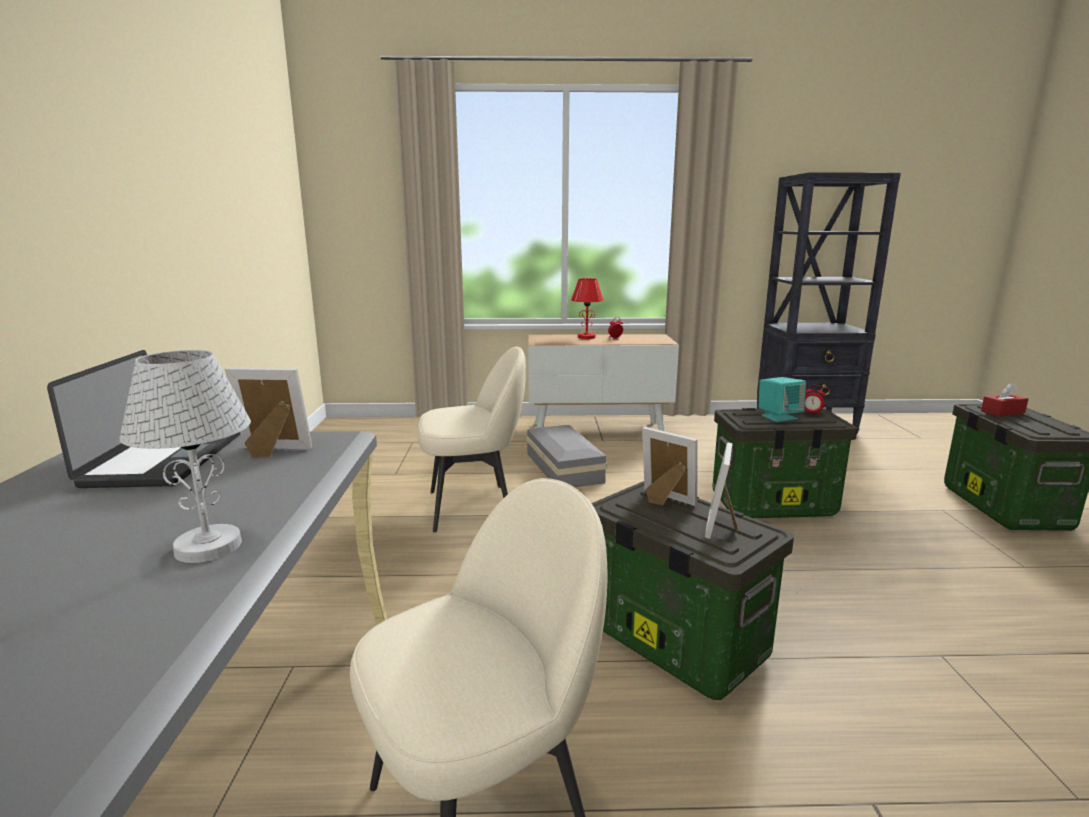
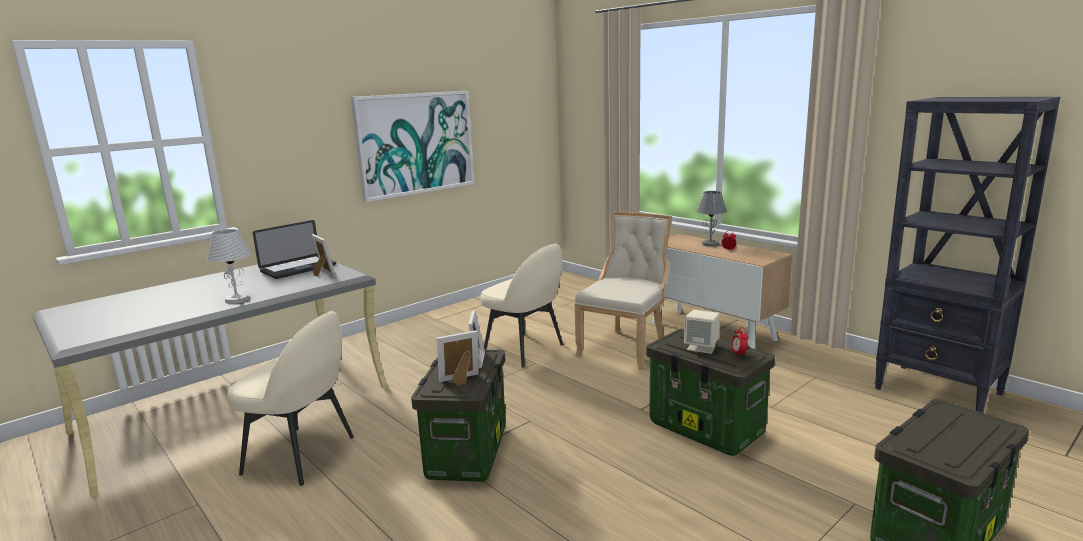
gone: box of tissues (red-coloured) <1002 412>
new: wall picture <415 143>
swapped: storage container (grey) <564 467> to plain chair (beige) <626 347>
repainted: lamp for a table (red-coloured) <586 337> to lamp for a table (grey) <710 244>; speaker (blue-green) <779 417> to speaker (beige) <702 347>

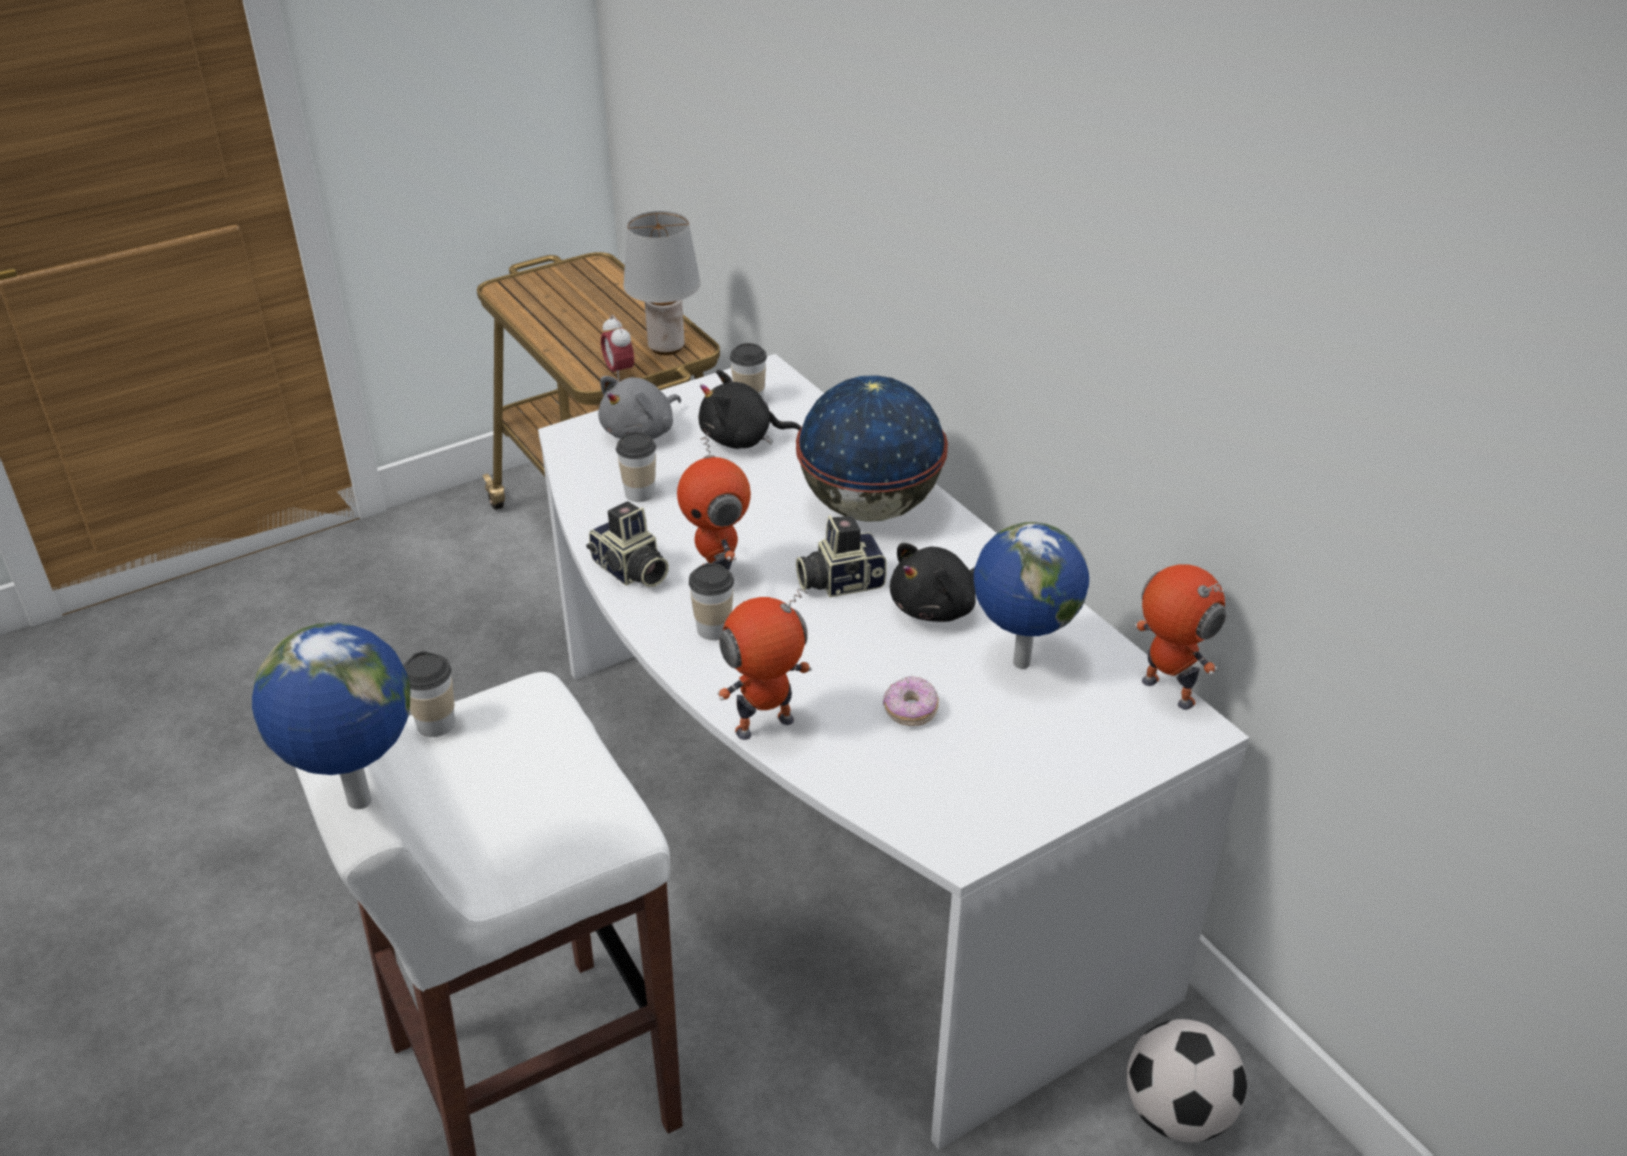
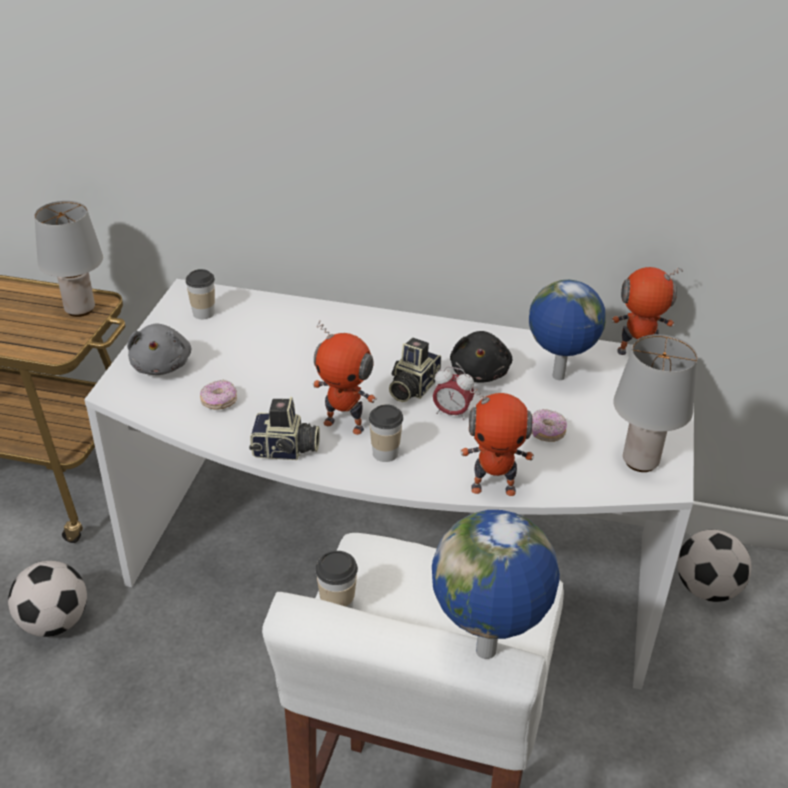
gone: cuddly toy (black) <742 439>; globe <868 508>
new: ball for football <55 622>; lamp for a table (grey) <639 461>
shifted: table clock <619 372> to <451 413>
swapped: cup <639 493> to ring doughnut <219 402>
rotated: toy robot <765 728> = <493 487> 105 degrees counterclockwise

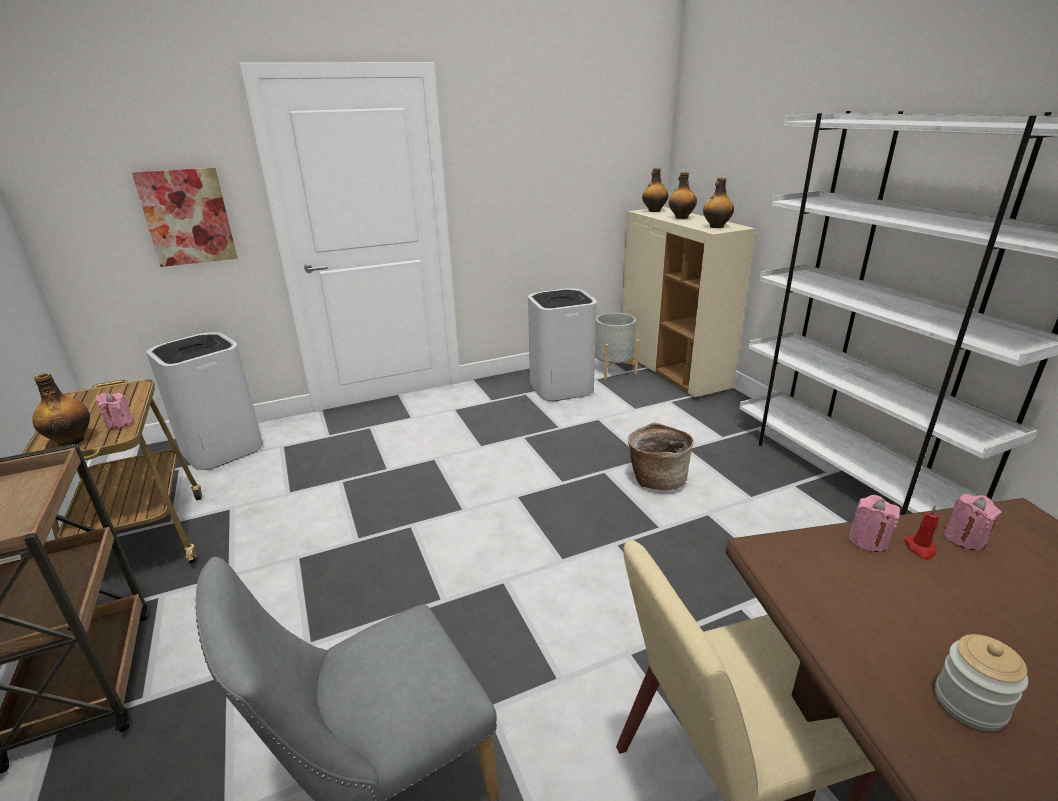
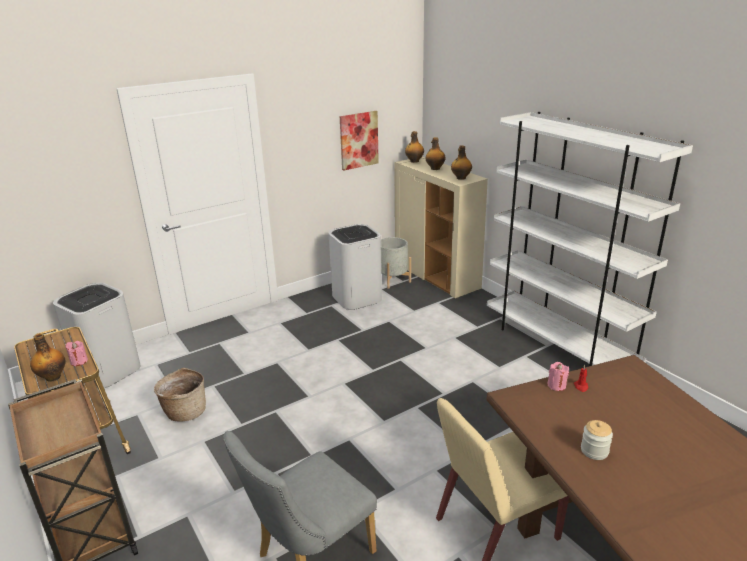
gone: candle (pink) <964 538>
shifted: wall picture <187 217> to <358 140>; basket <656 479> to <185 411>

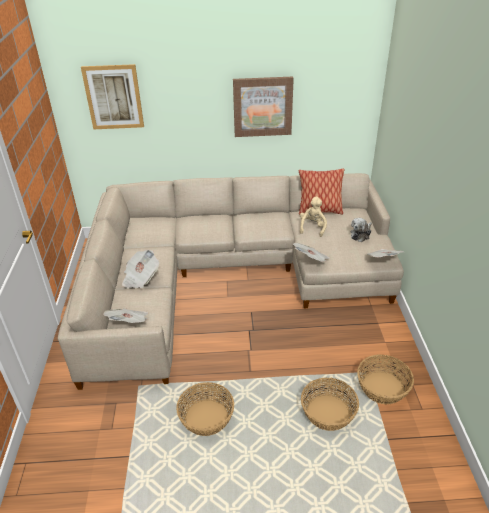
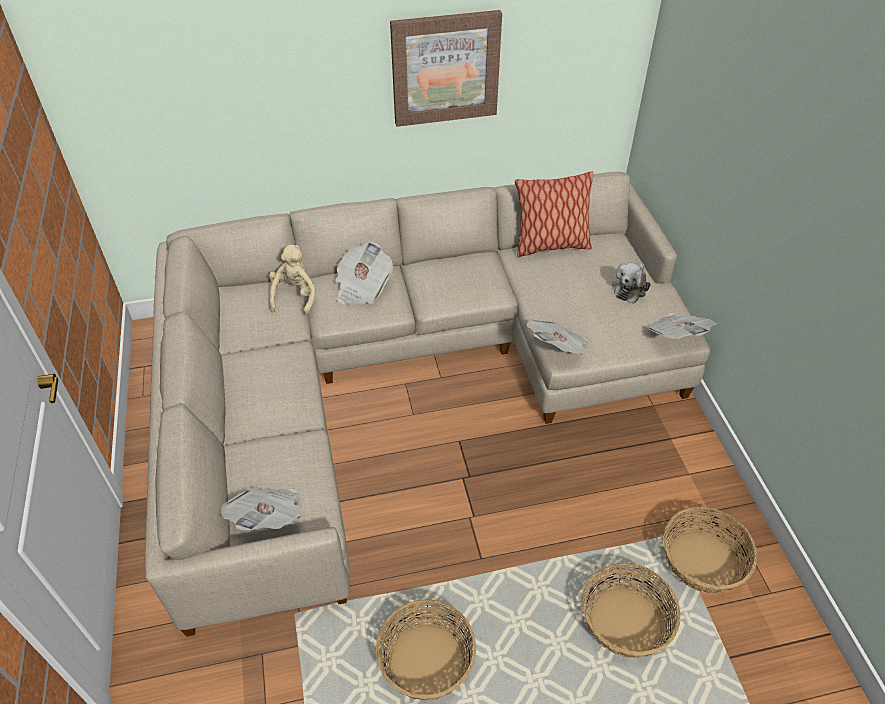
gone: wall picture <113 97>
shifted: printed paper <140 278> to <362 287>; cuddly toy (beige) <312 227> to <294 296>

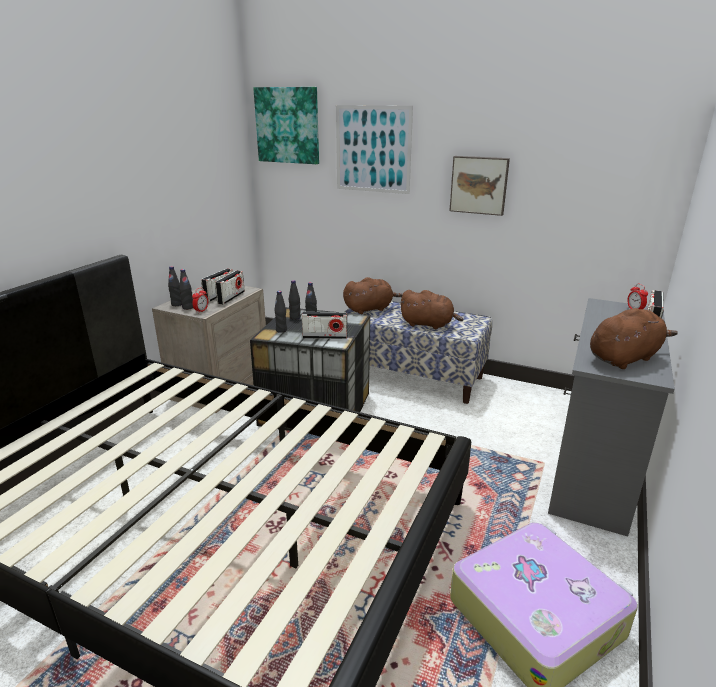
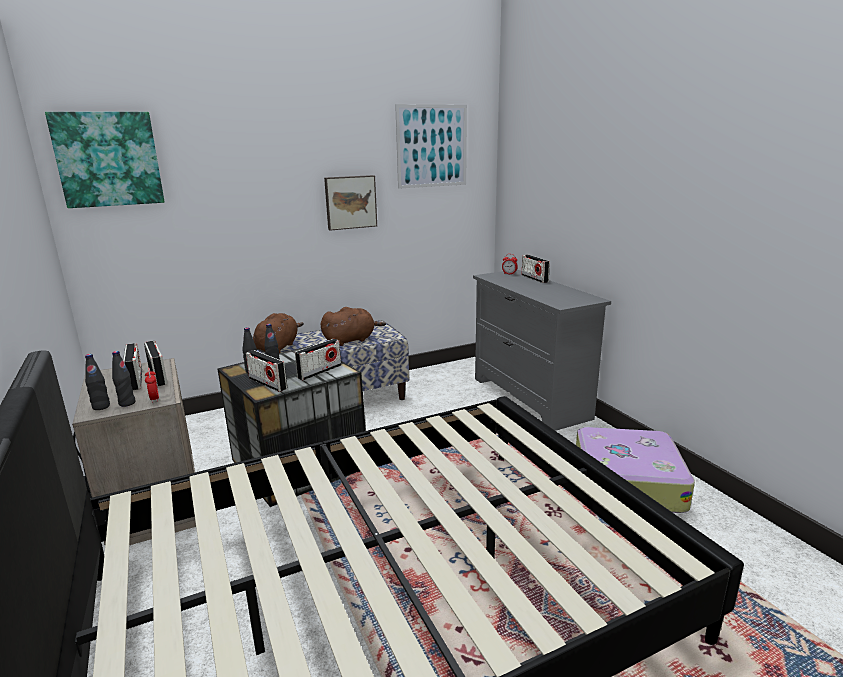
gone: cuddly toy (brown) <624 358>
shifted: wall picture <373 149> to <432 146>
swapped: bottle (black) <281 330> to radio set <268 383>

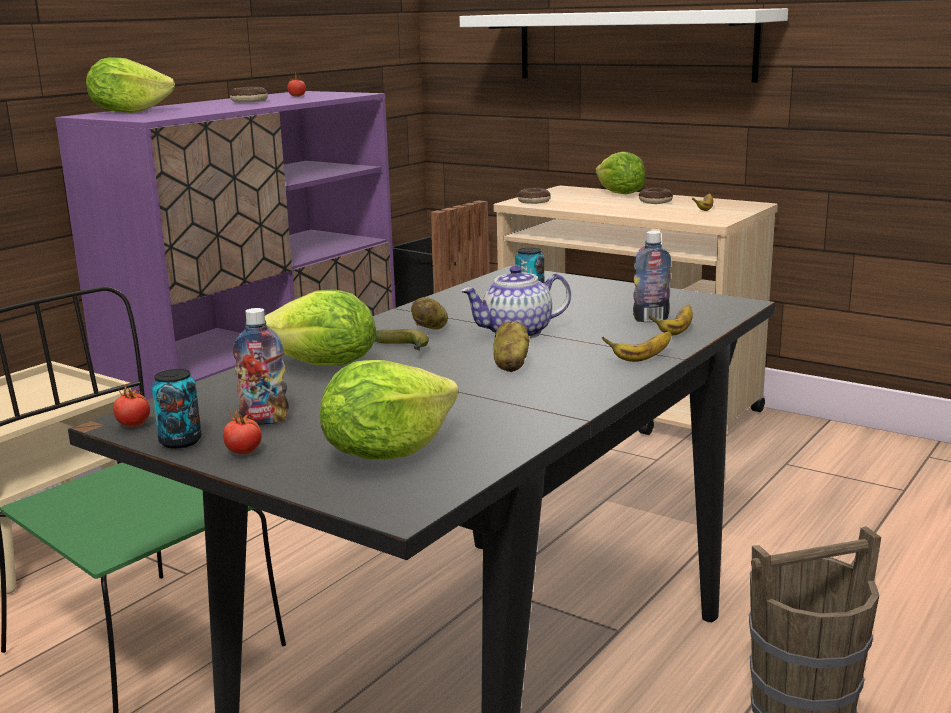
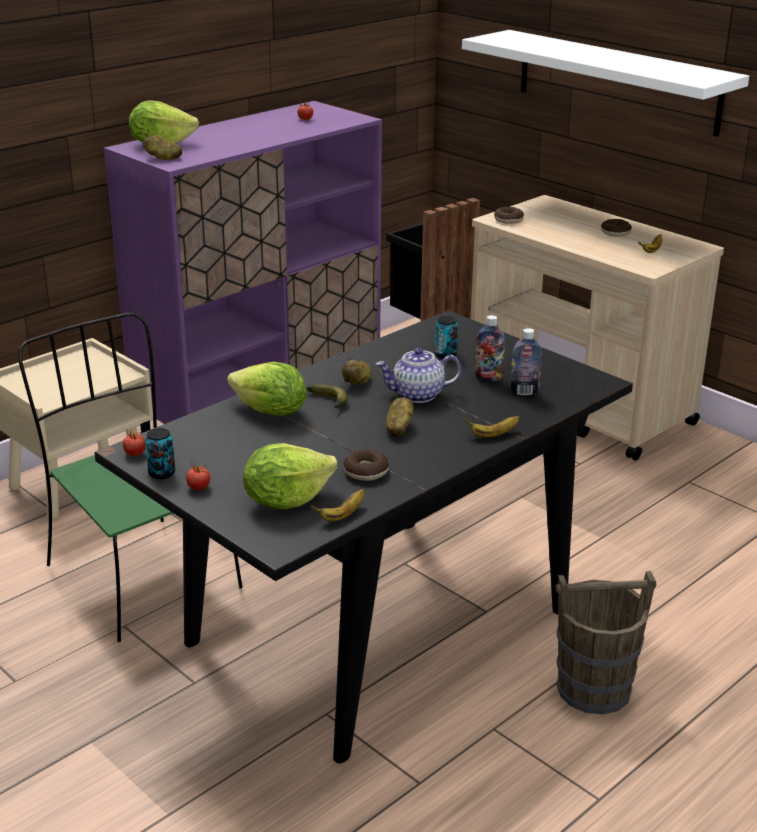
gone: lettuce head <619 194>
new: potato <162 158>
shifted: ring doughnut <249 101> to <366 472>; bottle <264 420> to <488 378>; banana fruit <676 332> to <342 515>

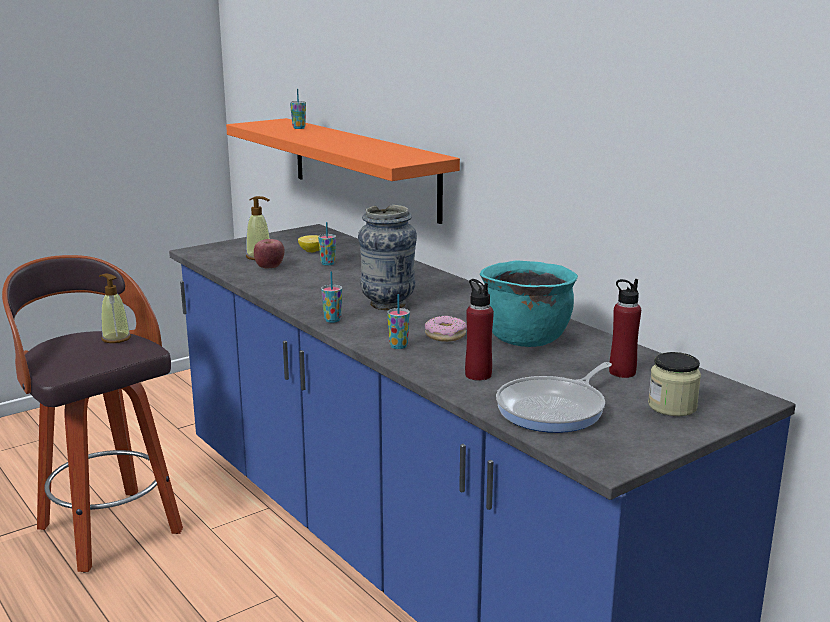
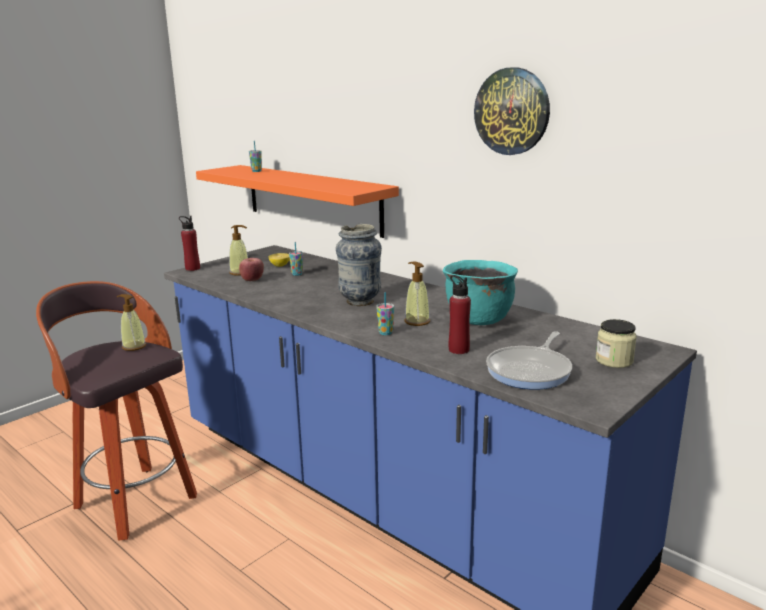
gone: cup <332 320>
new: clock on the wall <512 111>
shifted: bottle (red-coloured) <622 372> to <192 268>
swapped: ring doughnut <445 335> to liquid soap bottle <417 321>

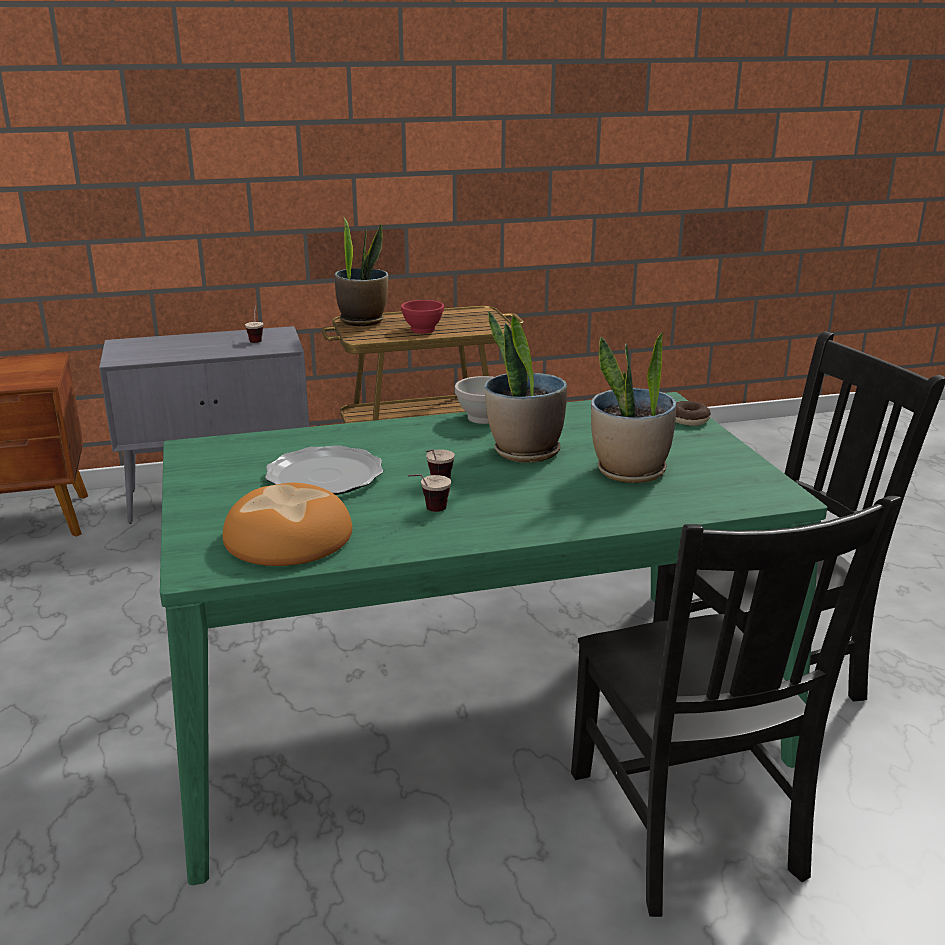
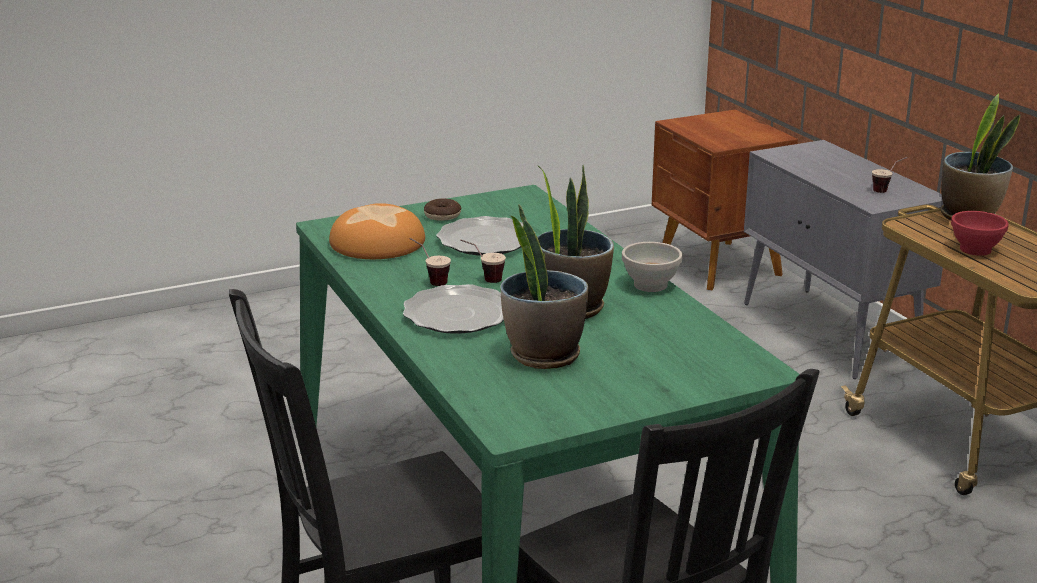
new: flat dish <458 314>
shifted: ring doughnut <688 420> to <442 216>

